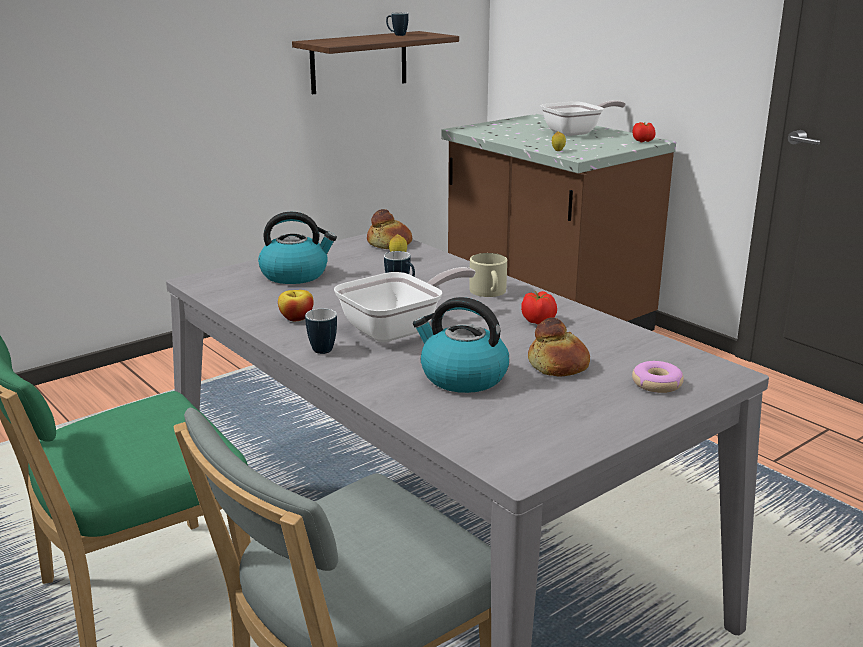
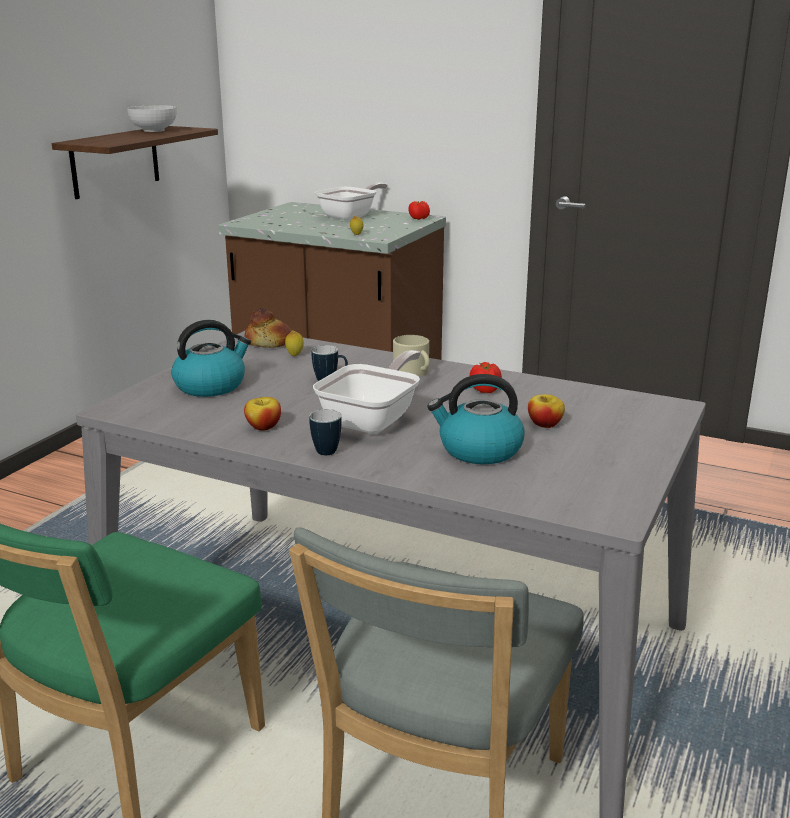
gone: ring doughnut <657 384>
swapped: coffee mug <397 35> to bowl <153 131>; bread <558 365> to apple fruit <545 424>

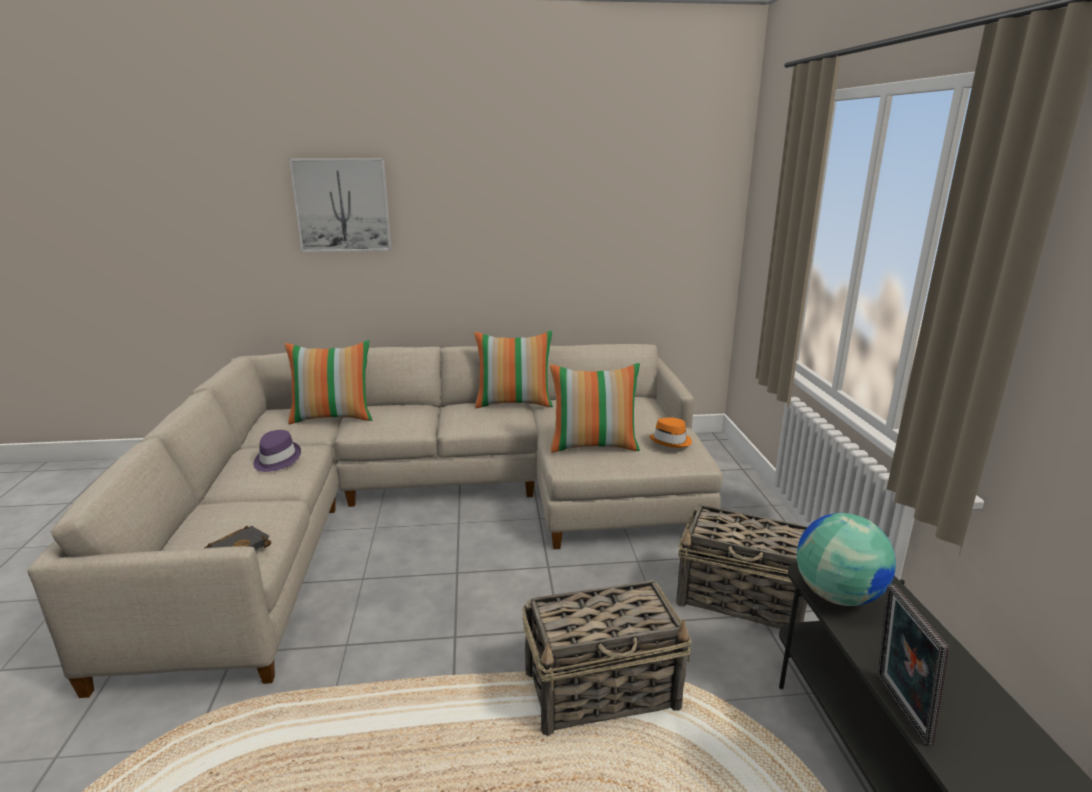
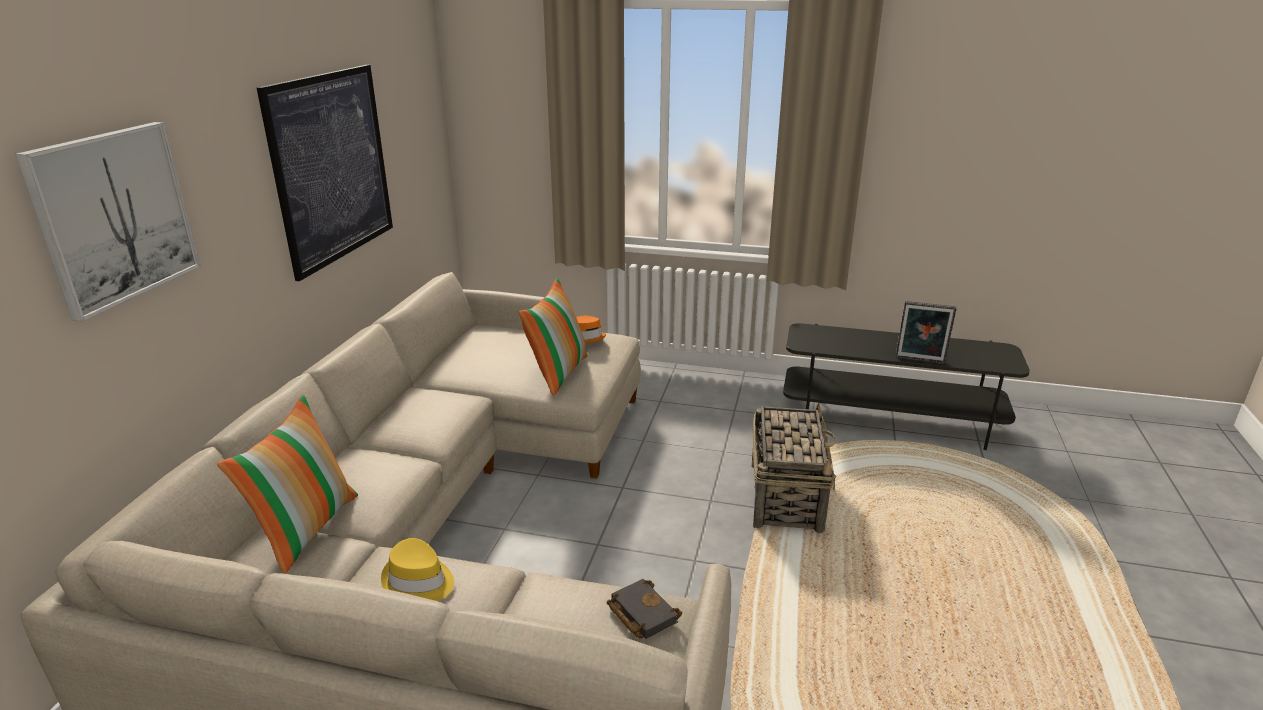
gone: cushion <514 403>; basket <742 599>; globe <837 595>
new: wall picture <332 167>
repainted: wearable hat (purplish) <276 459> to wearable hat (yellowish) <418 582>

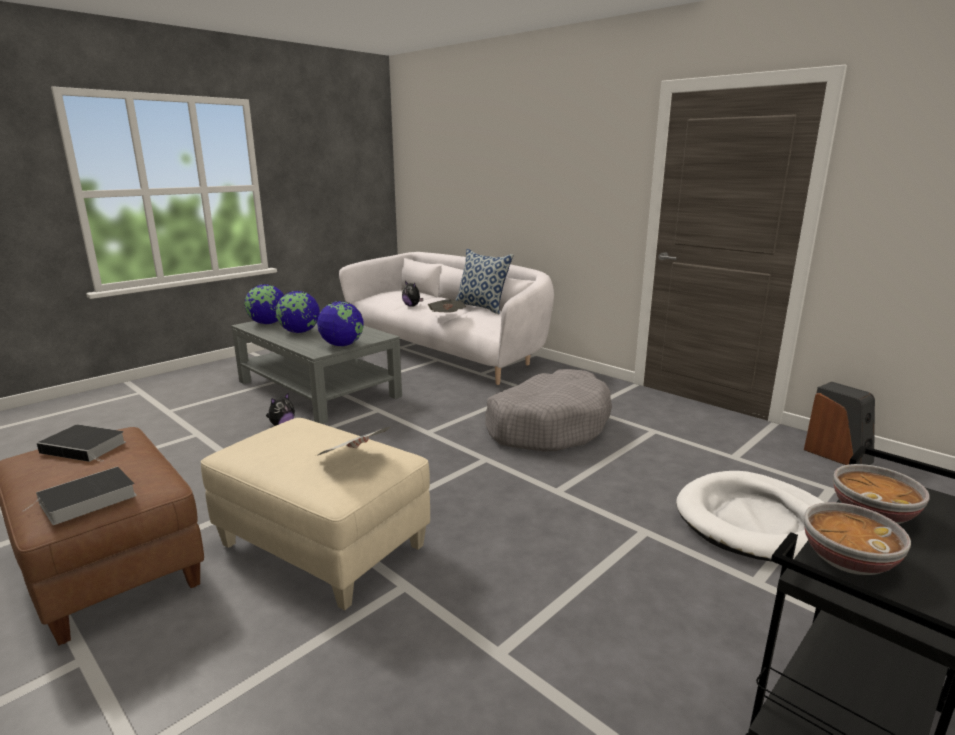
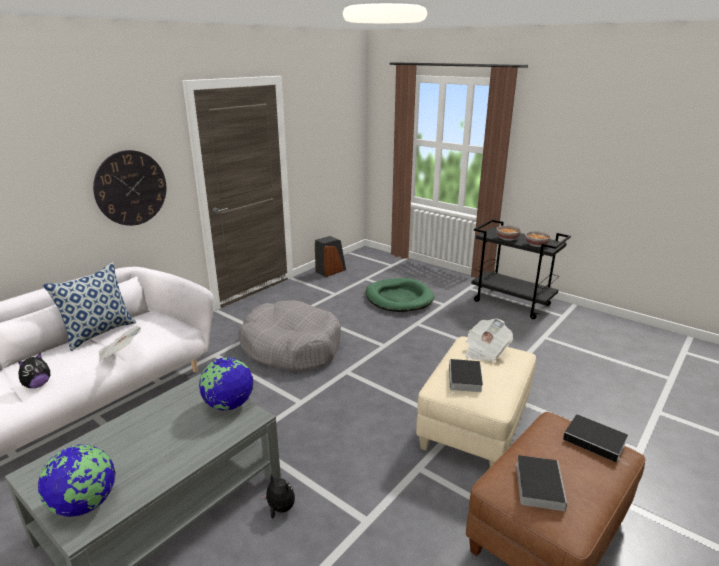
gone: globe <299 332>
new: clock on the wall <131 188>; book <465 379>
repainted: dog bed (white) <755 521> to dog bed (green) <399 298>

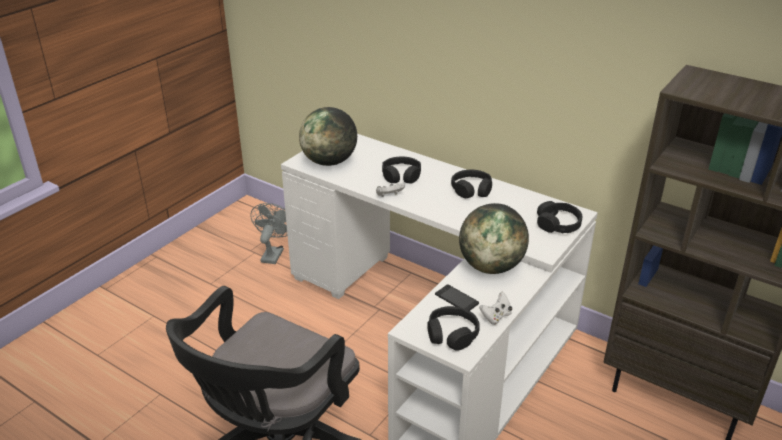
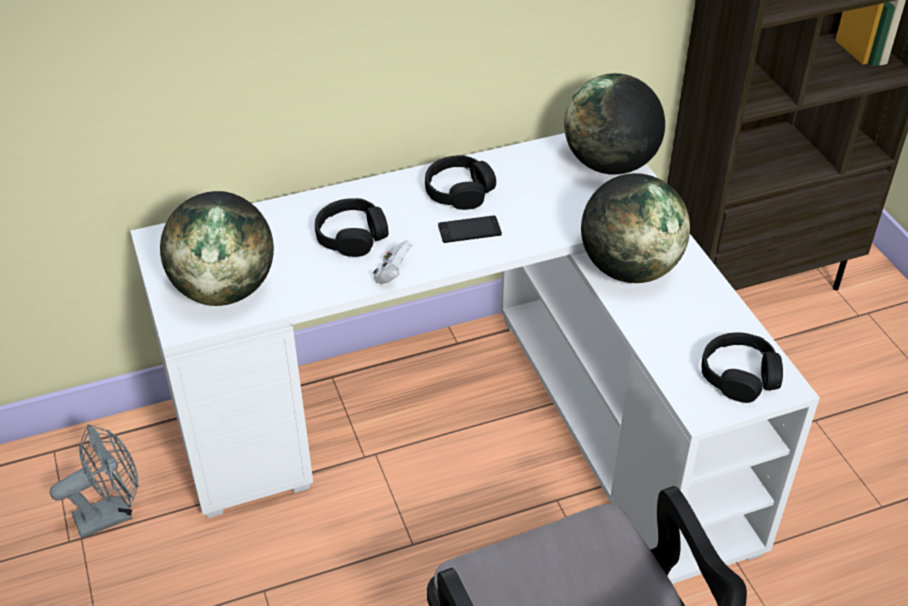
gone: joypad (white) <496 316>
shifted: telephone <456 299> to <469 230>
swapped: pair of headphones (black) <558 224> to globe <610 164>
rotated: electric fan (grey) <273 253> = <112 513> 105 degrees clockwise

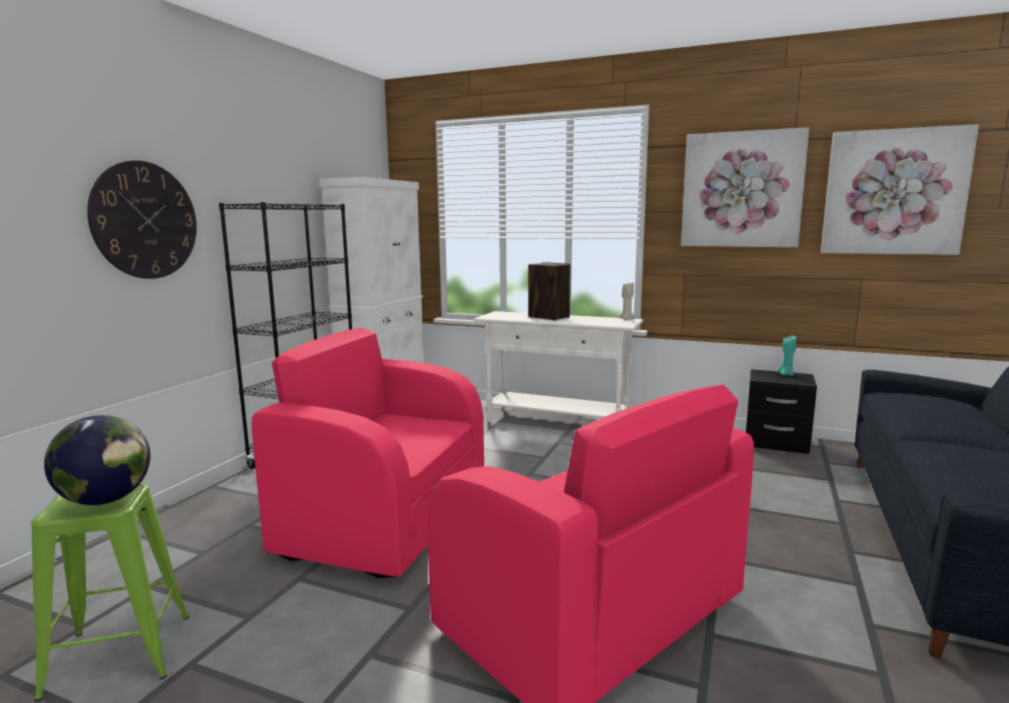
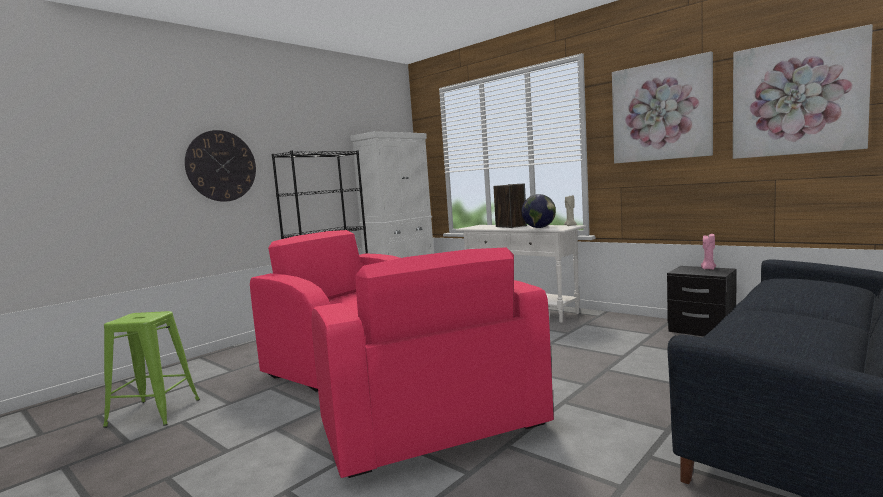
shifted: globe <105 500> to <539 228>
repainted: candle (blue-green) <786 374> to candle (pink) <708 269>

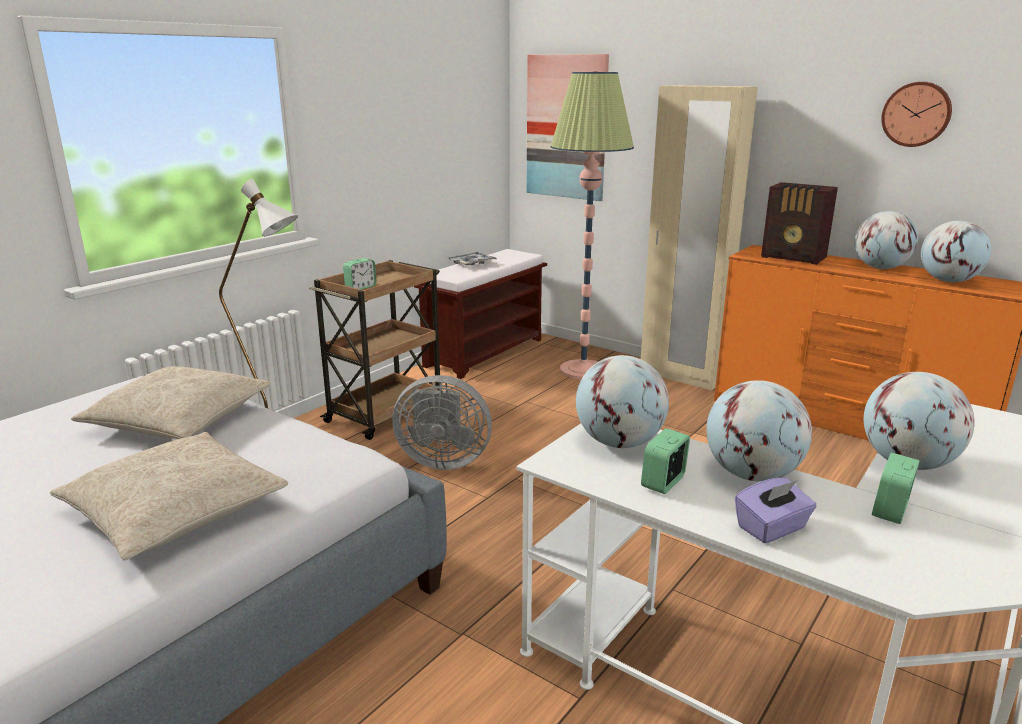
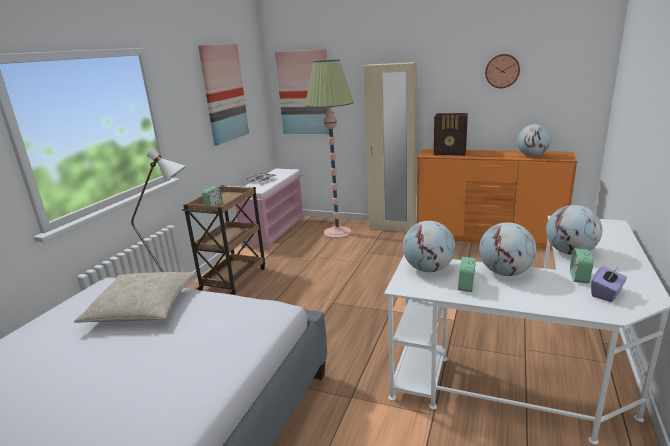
gone: cushion (beige) <175 510>; electric fan (grey) <442 460>; globe <880 268>
new: wall picture <224 93>
shifted: box of tissues (purplish) <772 528> to <606 293>
repainted: long seat (brown) <485 352> to long seat (pink) <274 232>

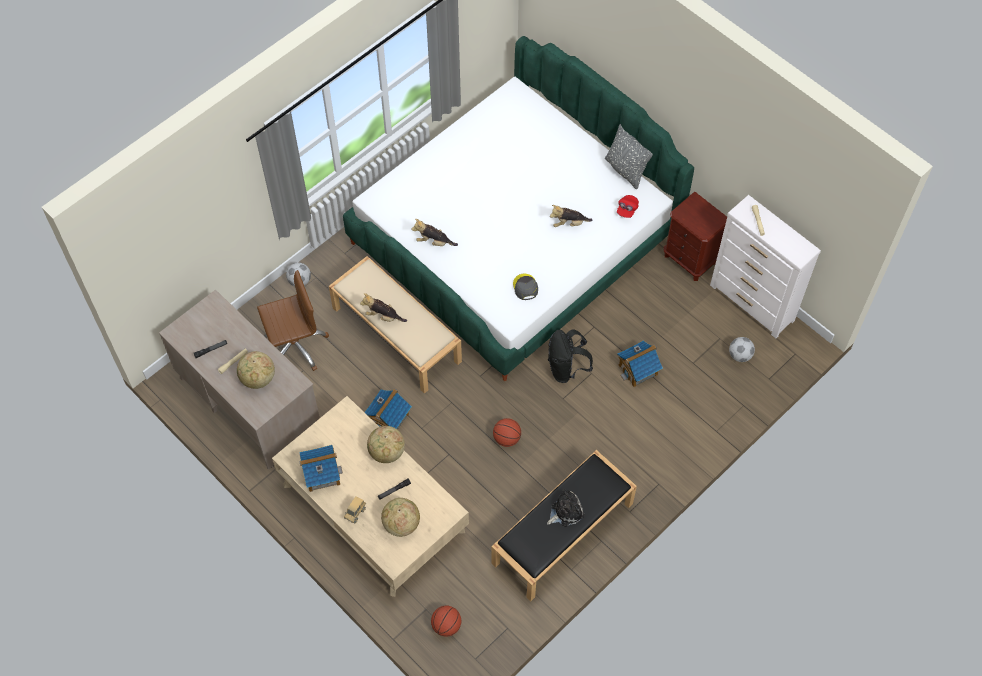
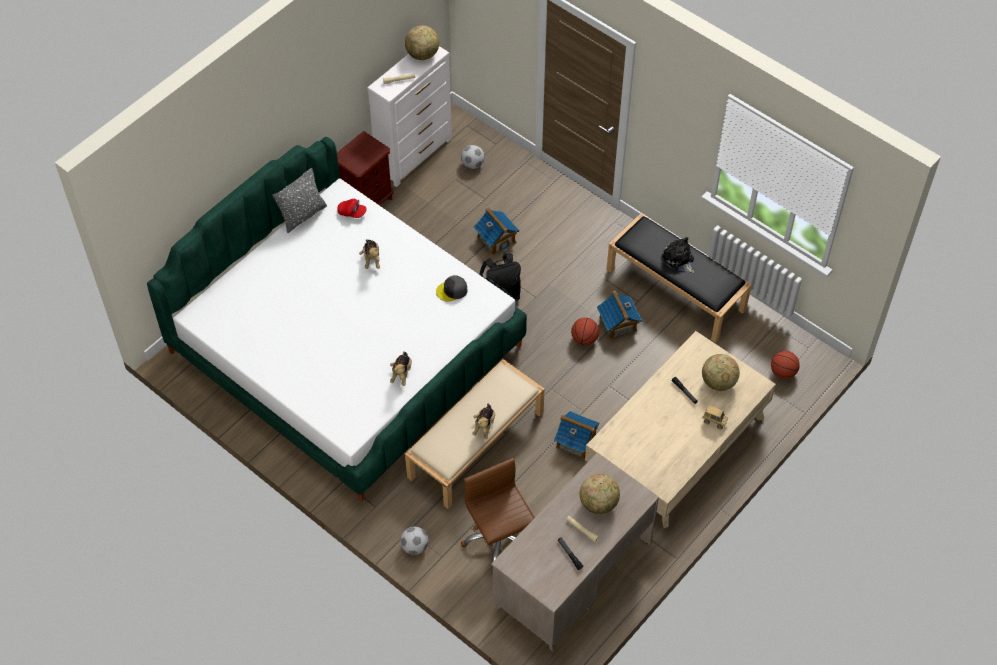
shifted: toy house <321 474> to <618 324>; globe <387 452> to <422 55>

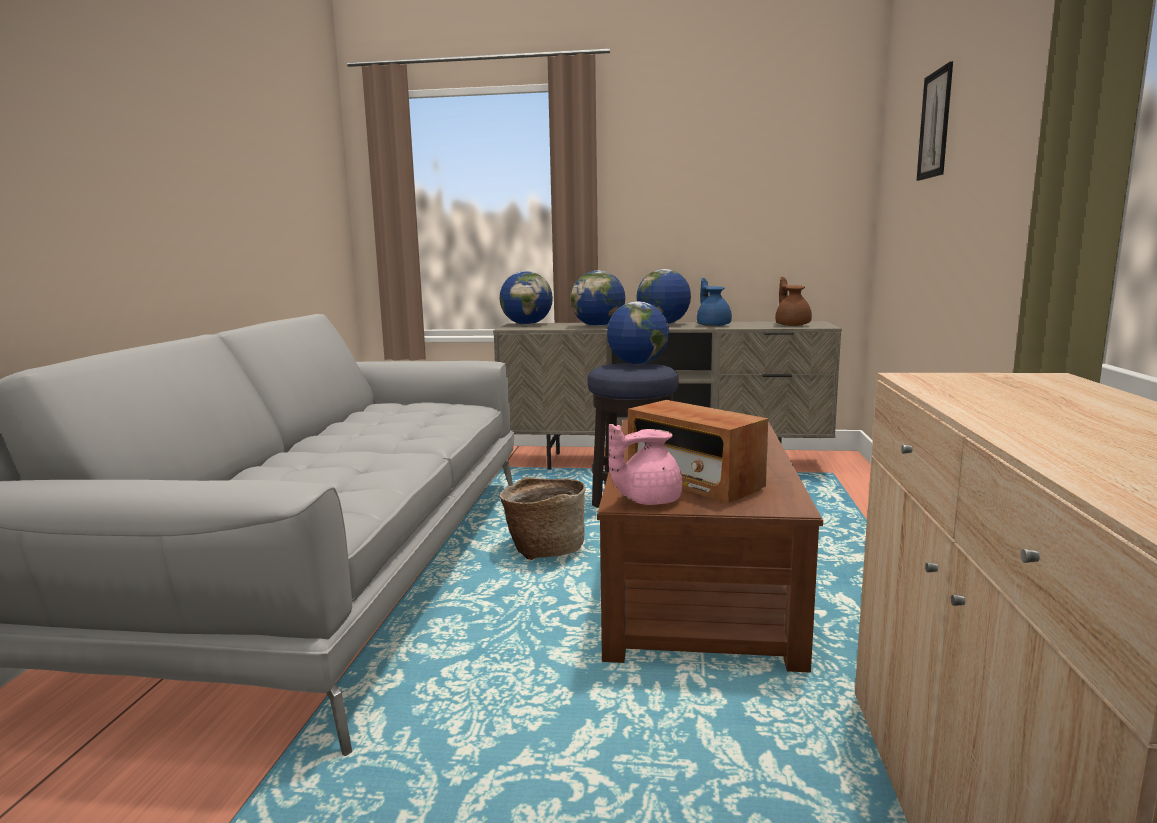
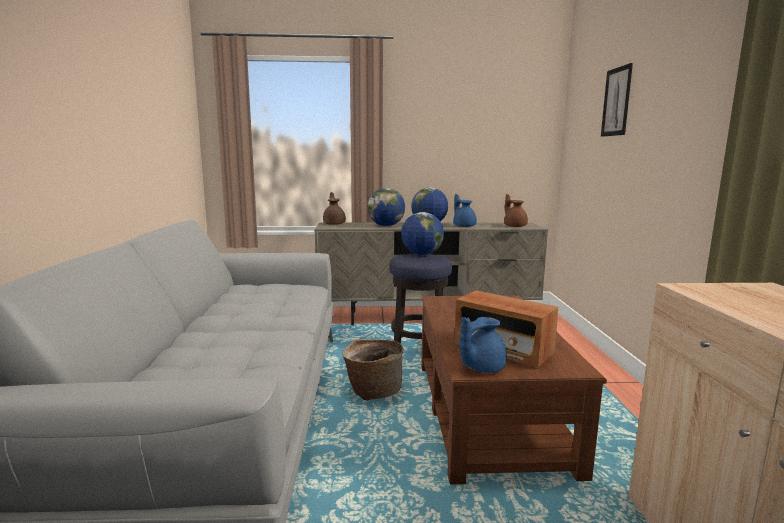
swapped: globe <526 324> to pot for tea (brown) <334 224>
repainted: pot for tea (pink) <646 500> to pot for tea (bluish) <480 367>

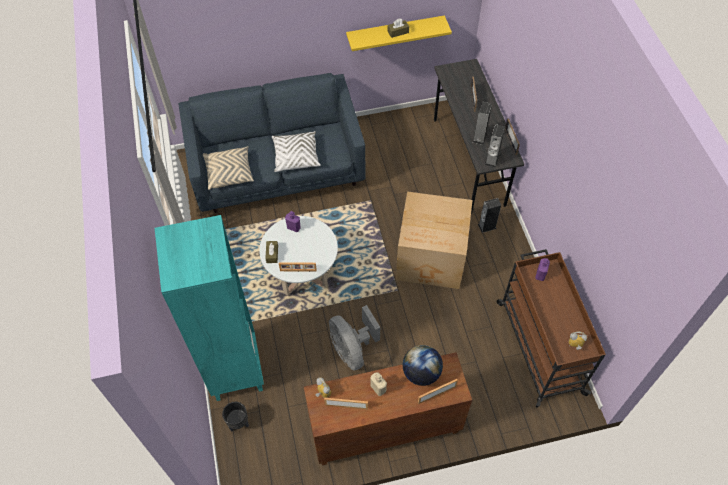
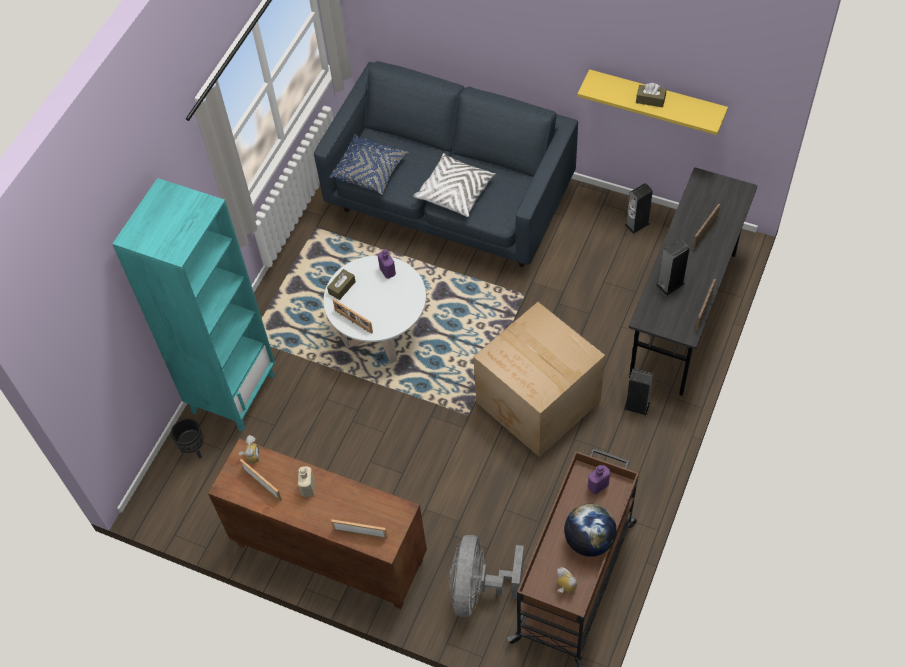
shifted: electric fan (grey) <352 349> to <479 589>; globe <421 373> to <589 540>; speaker <492 159> to <637 224>
repainted: cushion (beige) <229 172> to cushion (bluish) <370 171>

